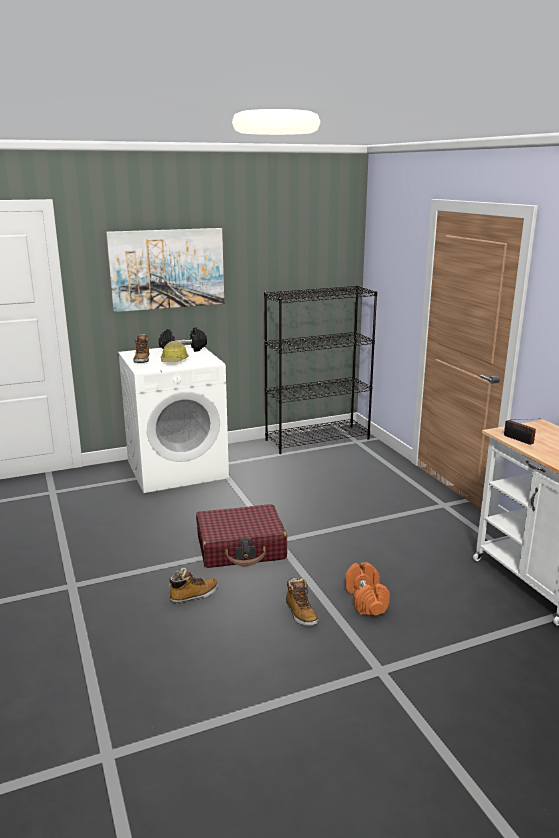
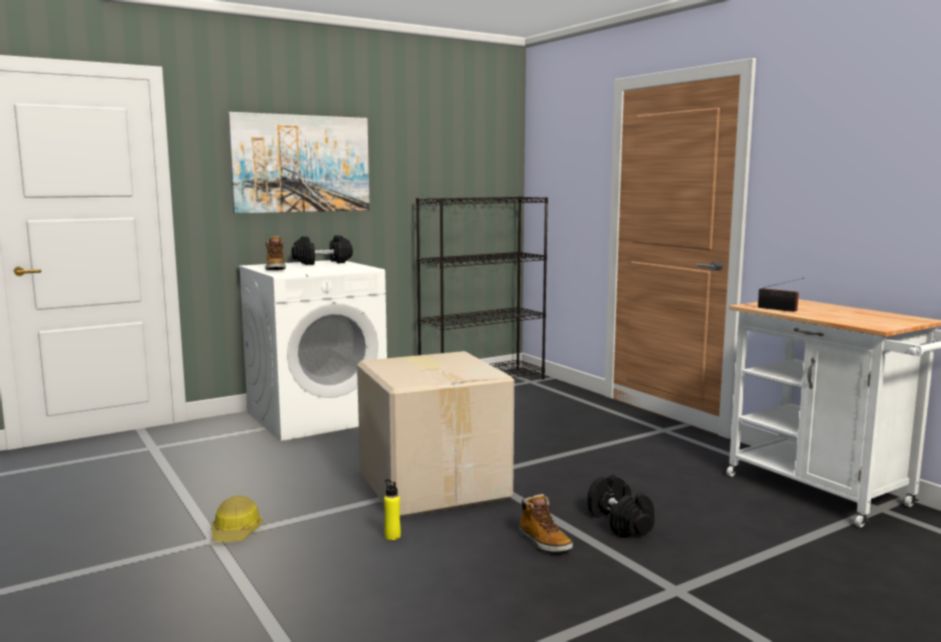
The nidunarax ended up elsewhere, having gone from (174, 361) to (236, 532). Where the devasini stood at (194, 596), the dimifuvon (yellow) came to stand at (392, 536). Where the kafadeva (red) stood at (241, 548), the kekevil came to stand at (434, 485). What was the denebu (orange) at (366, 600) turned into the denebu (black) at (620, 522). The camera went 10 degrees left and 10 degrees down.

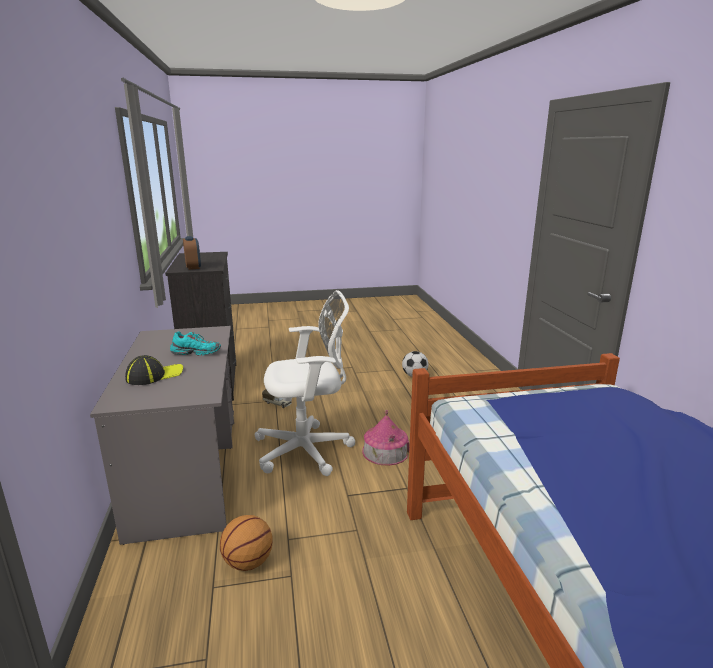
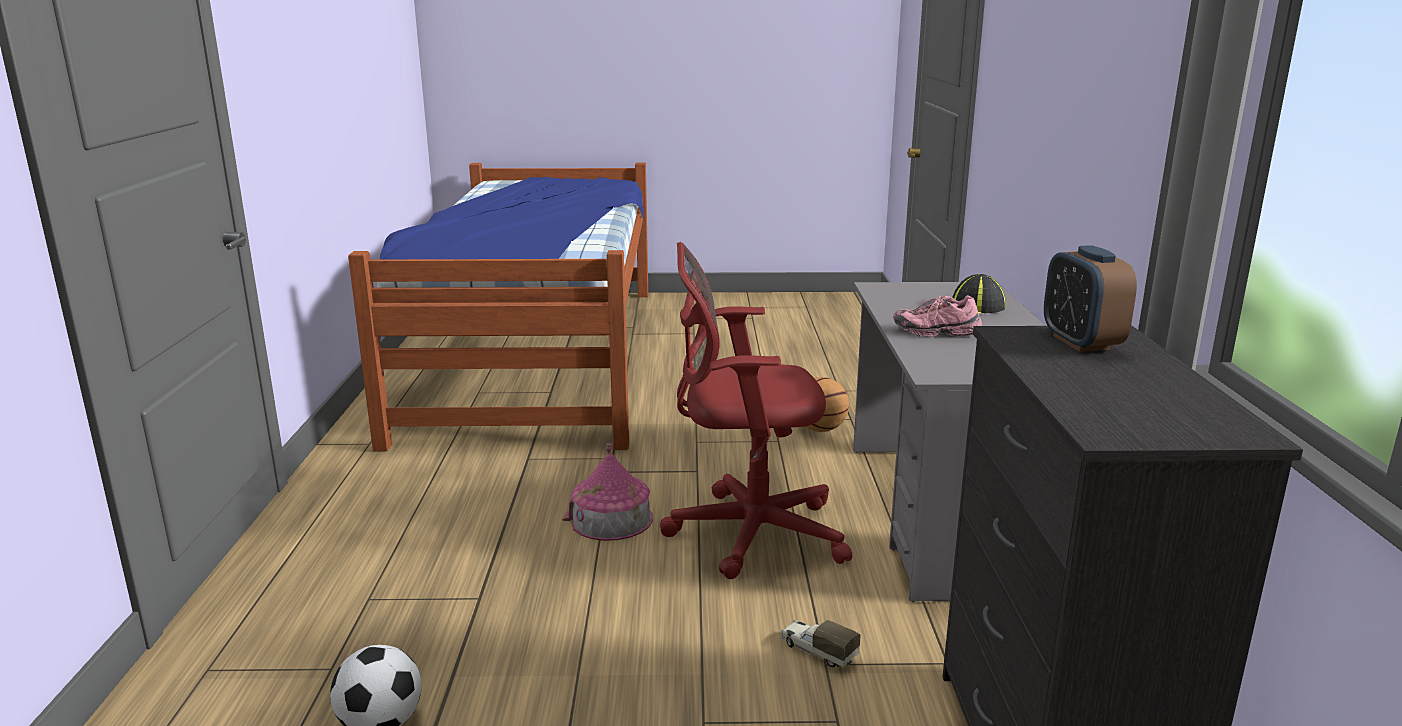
What was the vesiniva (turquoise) at (196, 353) turned into the vesiniva (pink) at (936, 332). What was the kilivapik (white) at (308, 450) turned into the kilivapik (red) at (747, 533). The camera went 170 degrees left and 0 degrees up.

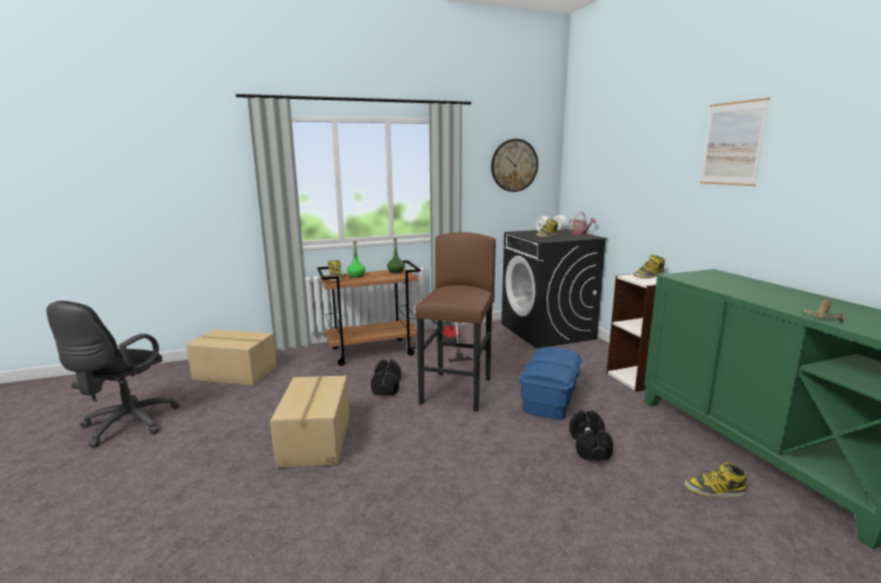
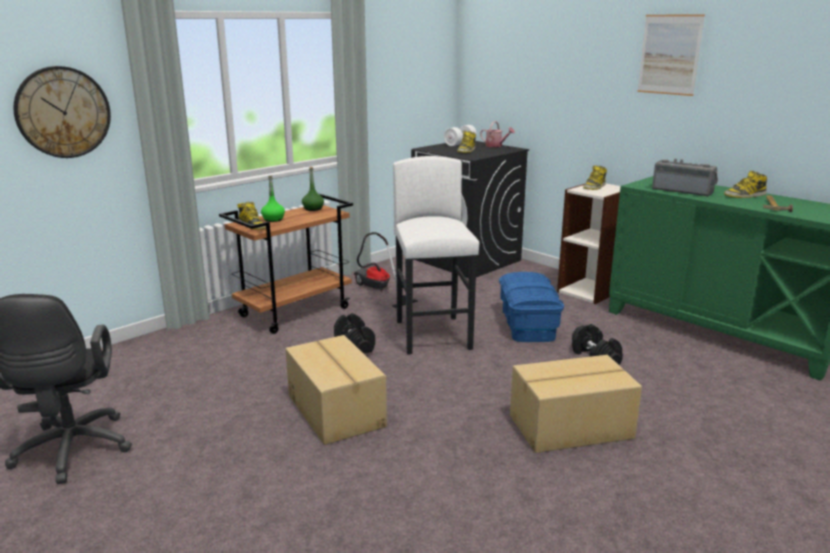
The kekevil ended up elsewhere, having gone from (235, 374) to (571, 427). What was the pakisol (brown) at (457, 391) turned into the pakisol (white) at (433, 335). The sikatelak ended up elsewhere, having gone from (514, 165) to (63, 112). The devasini ended up elsewhere, having gone from (714, 490) to (744, 195). The second view gained the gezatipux at (683, 191). The camera went 25 degrees left and 5 degrees up.

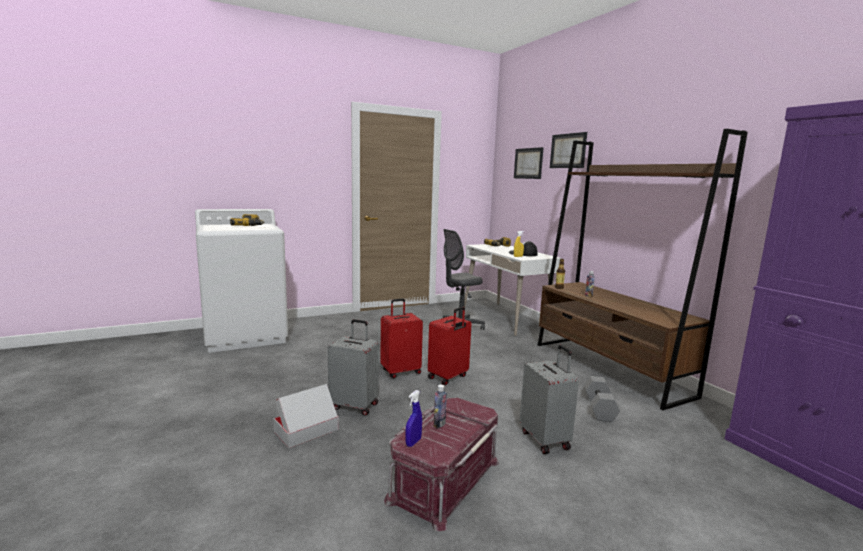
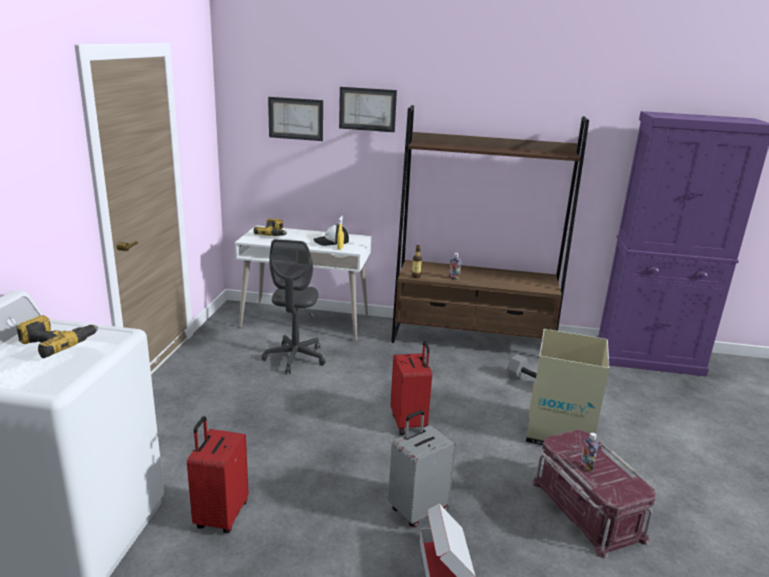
The kafadeva (red) ended up elsewhere, having gone from (400, 371) to (220, 515). The second view lost the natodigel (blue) at (413, 442). Where the kafadeva (grey) stood at (545, 439), the kekevil came to stand at (559, 431). The camera went 55 degrees left and 10 degrees up.

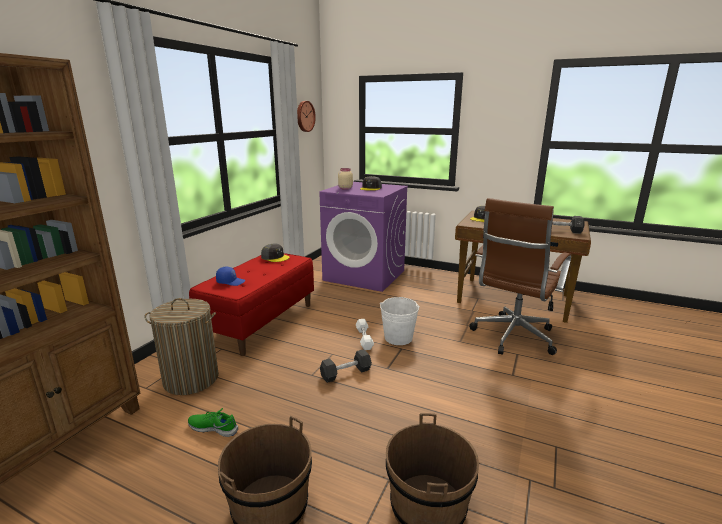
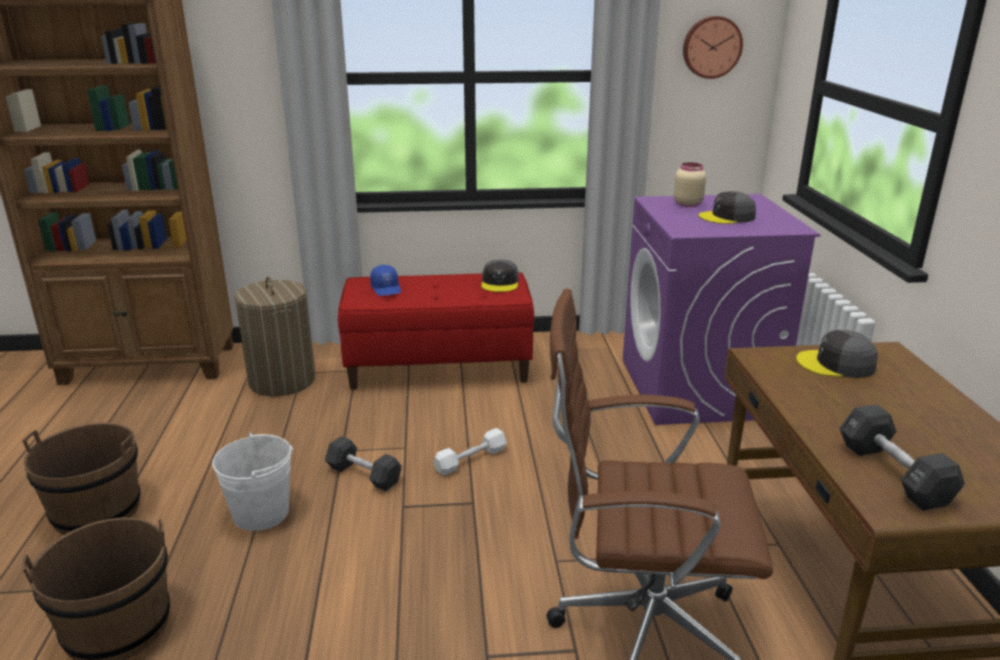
The second view lost the vesiniva (green) at (213, 427). The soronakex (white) ended up elsewhere, having gone from (398, 338) to (261, 513). The camera went 60 degrees right and 5 degrees up.

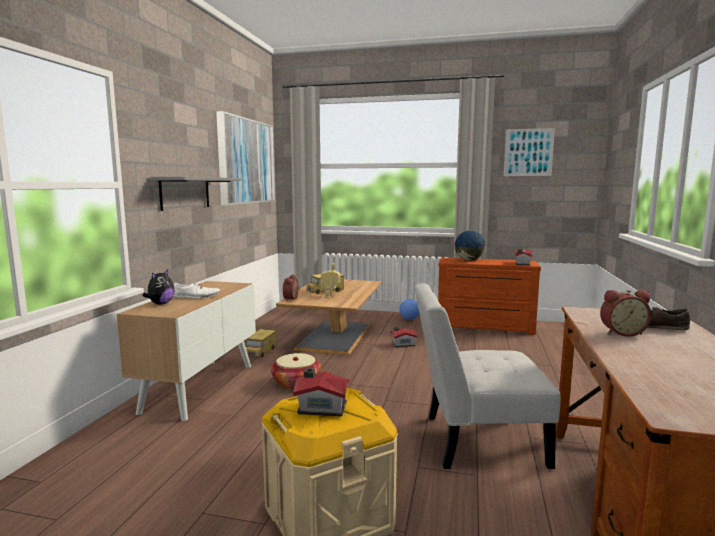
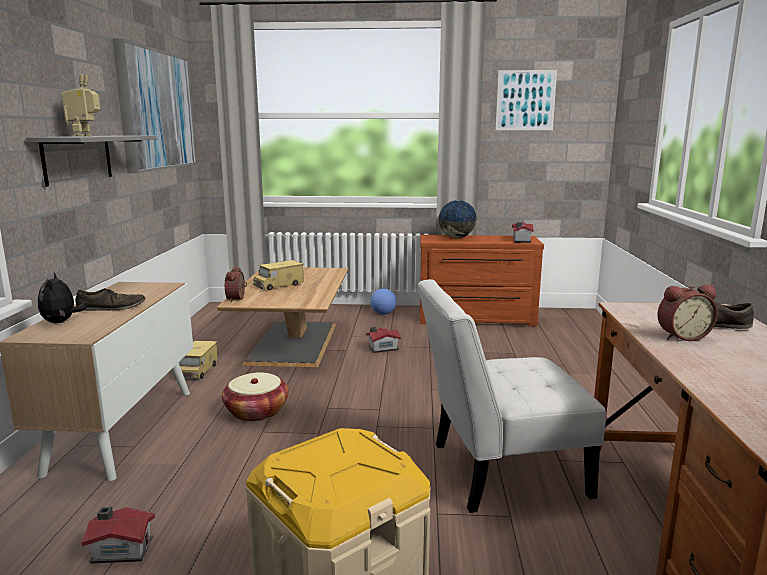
The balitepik at (160, 304) ended up facing another way, 150 degrees clockwise from before. What was the vesiniva (white) at (196, 296) turned into the vesiniva (brown) at (112, 307). The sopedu ended up elsewhere, having gone from (321, 407) to (121, 549). The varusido ended up elsewhere, having gone from (330, 296) to (85, 136). The camera went 10 degrees left and 5 degrees up.

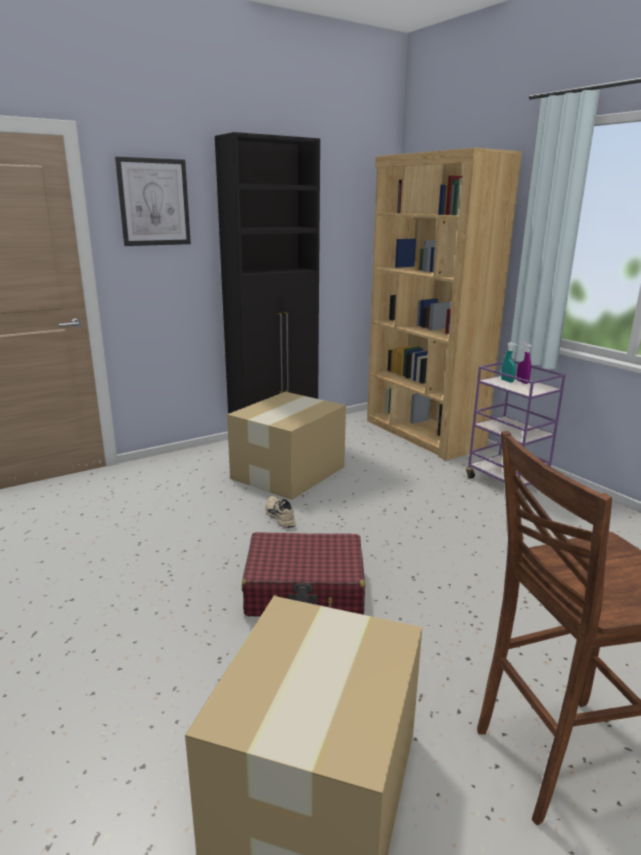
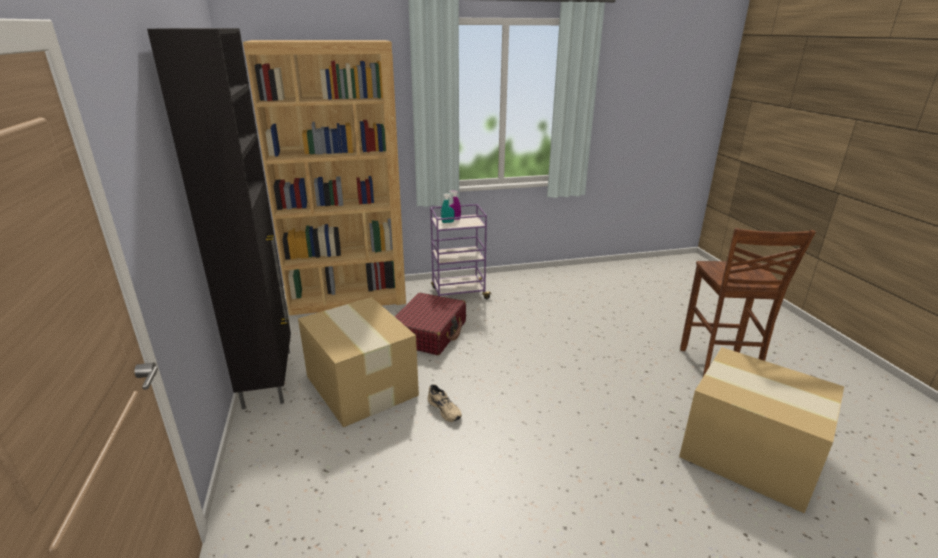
The second view lost the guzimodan at (154, 202). The kafadeva (red) ended up elsewhere, having gone from (305, 591) to (429, 333). The vesiniva (beige) at (279, 516) ended up facing another way, 120 degrees counterclockwise from before. The camera went 70 degrees left and 5 degrees up.

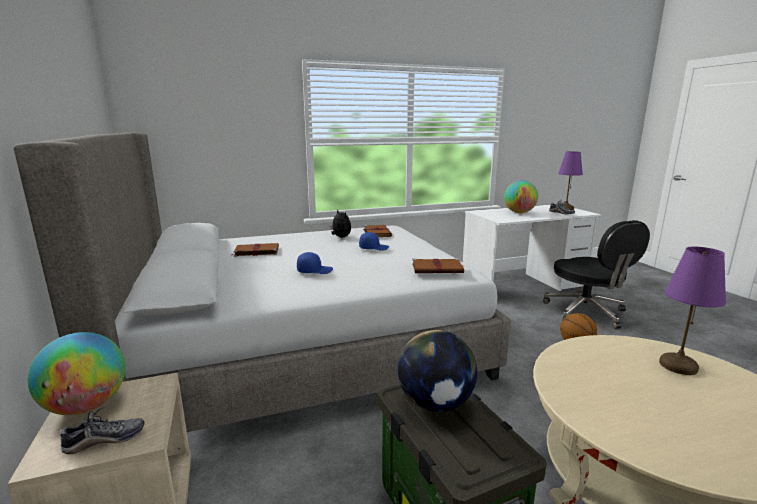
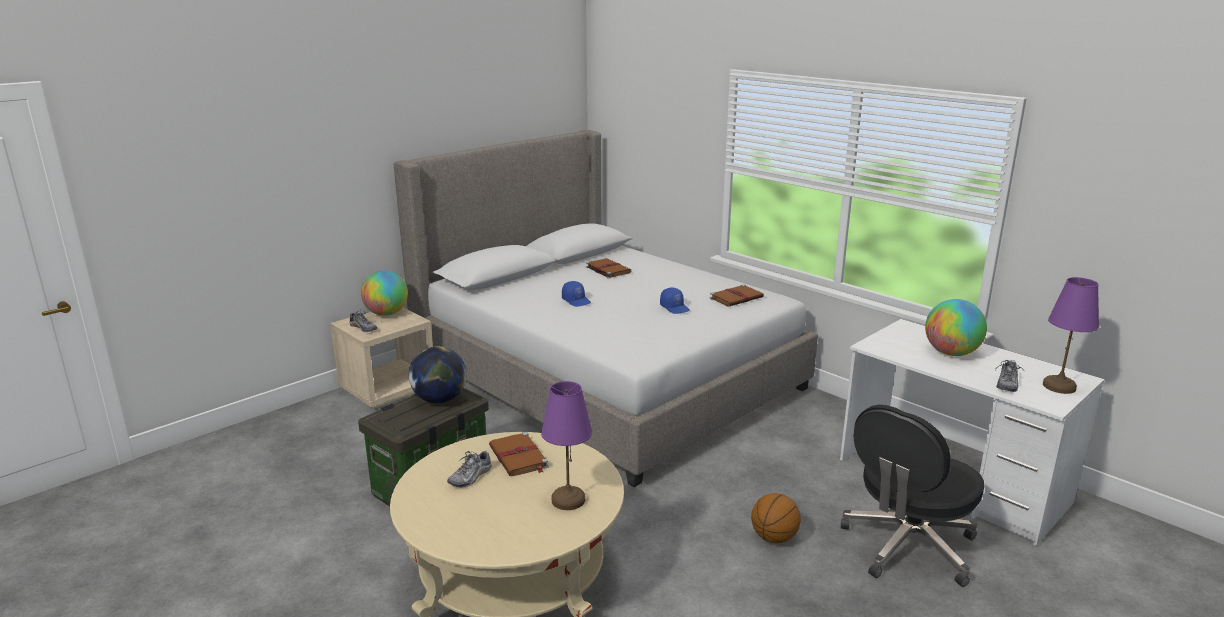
The second view lost the balitepik at (340, 237). The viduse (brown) ended up elsewhere, having gone from (438, 268) to (519, 457). The second view gained the vesiniva at (470, 477). The camera went 65 degrees right and 5 degrees up.

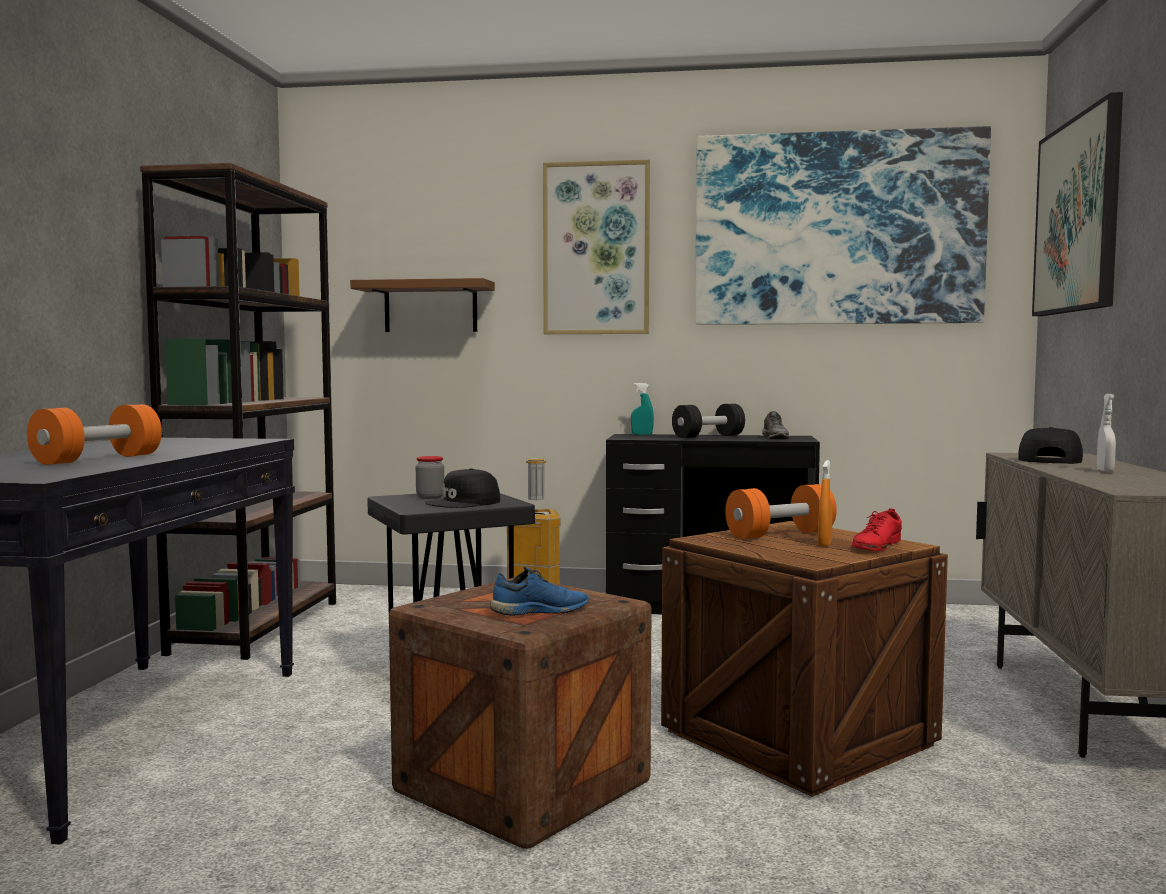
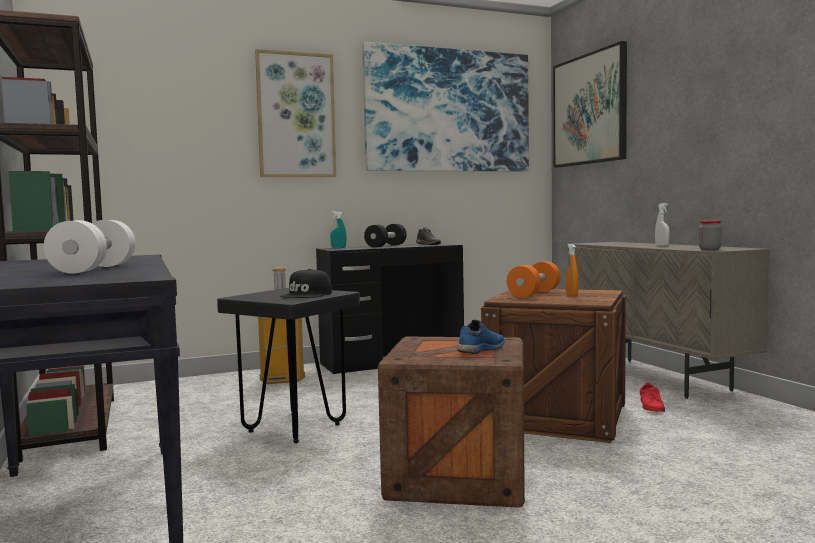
What was the denebu (orange) at (98, 459) turned into the denebu (white) at (94, 269). The second view lost the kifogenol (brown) at (430, 307). The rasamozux ended up elsewhere, having gone from (430, 497) to (709, 249). The vesiniva (red) ended up elsewhere, having gone from (876, 546) to (651, 406). The second view lost the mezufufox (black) at (1048, 460). The camera went 30 degrees left and 0 degrees up.

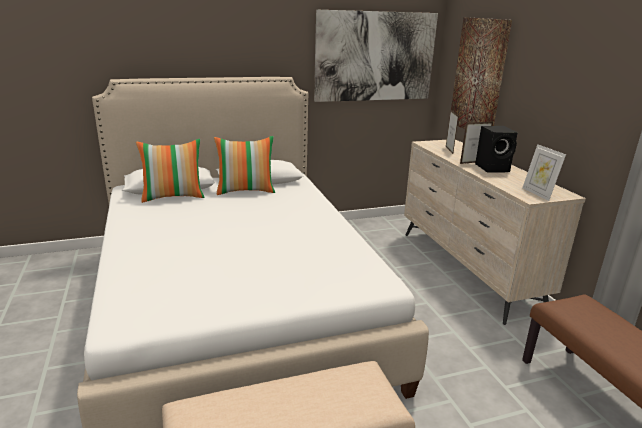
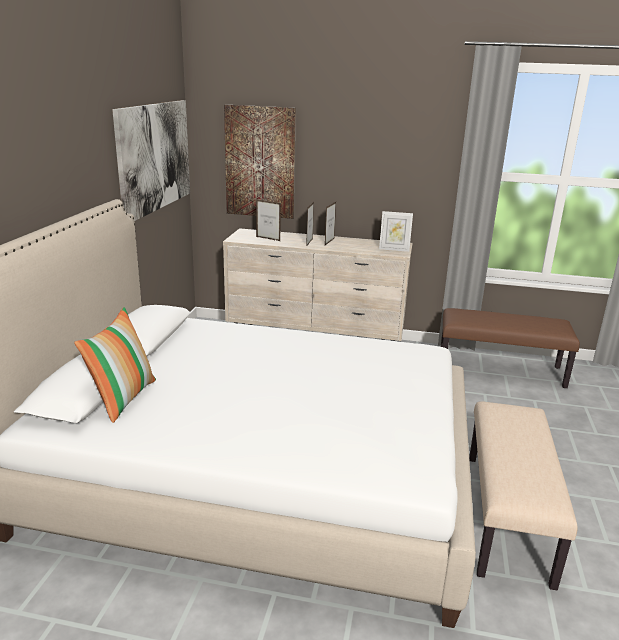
The second view lost the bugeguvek at (246, 190). Where the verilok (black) stood at (493, 168), the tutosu came to stand at (329, 242). The camera went 60 degrees left and 0 degrees up.

